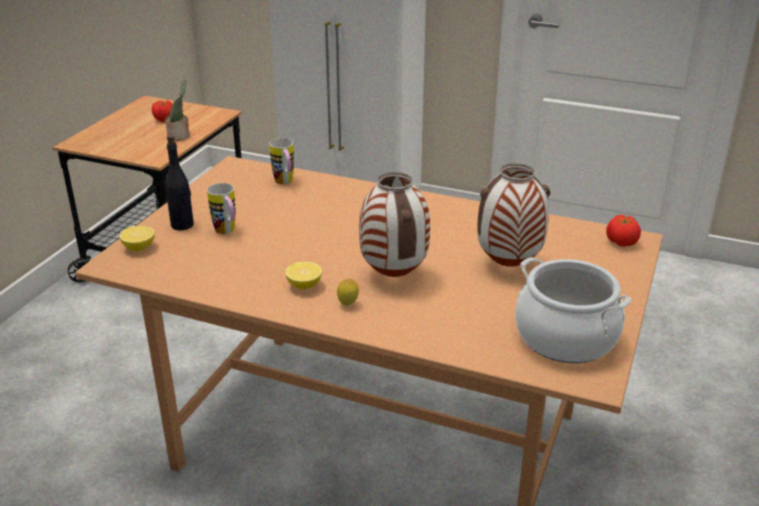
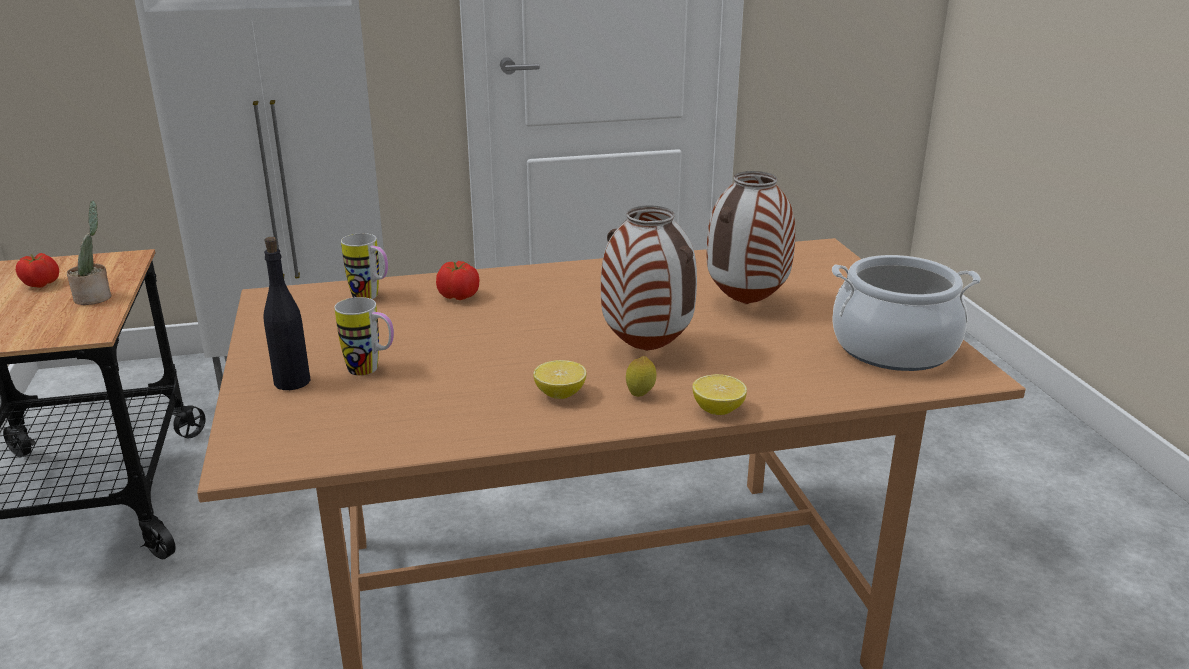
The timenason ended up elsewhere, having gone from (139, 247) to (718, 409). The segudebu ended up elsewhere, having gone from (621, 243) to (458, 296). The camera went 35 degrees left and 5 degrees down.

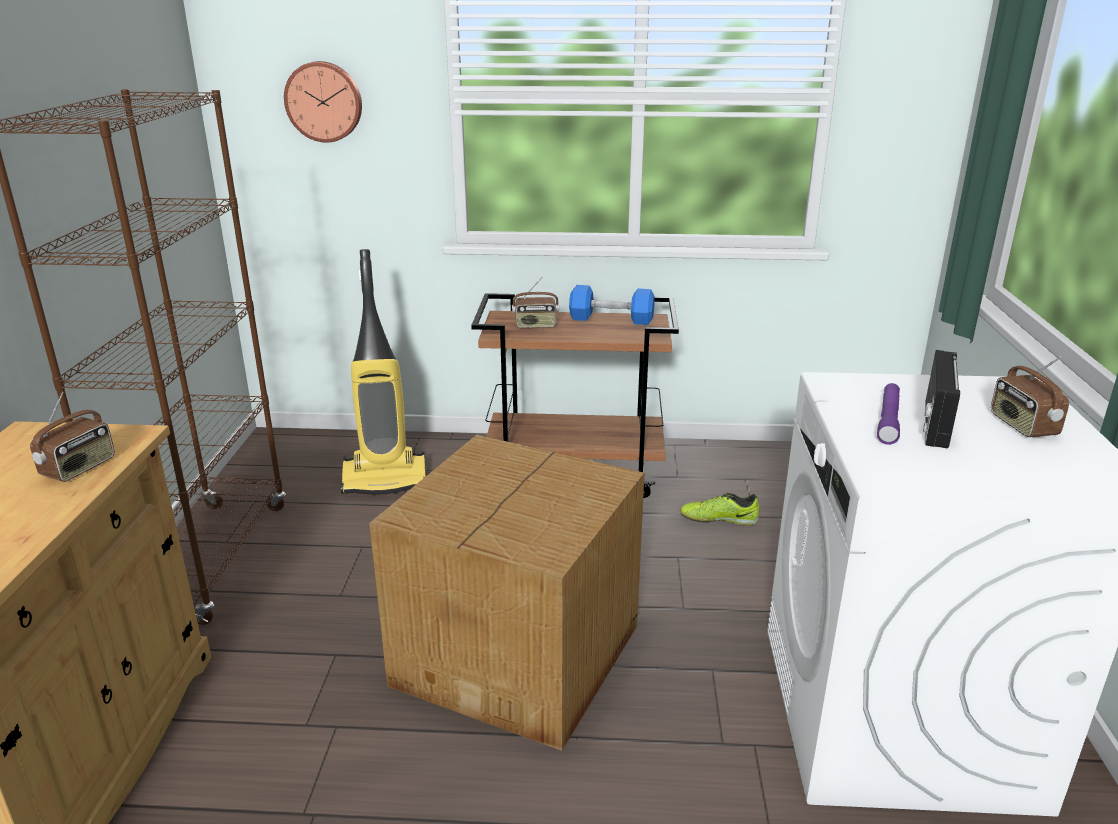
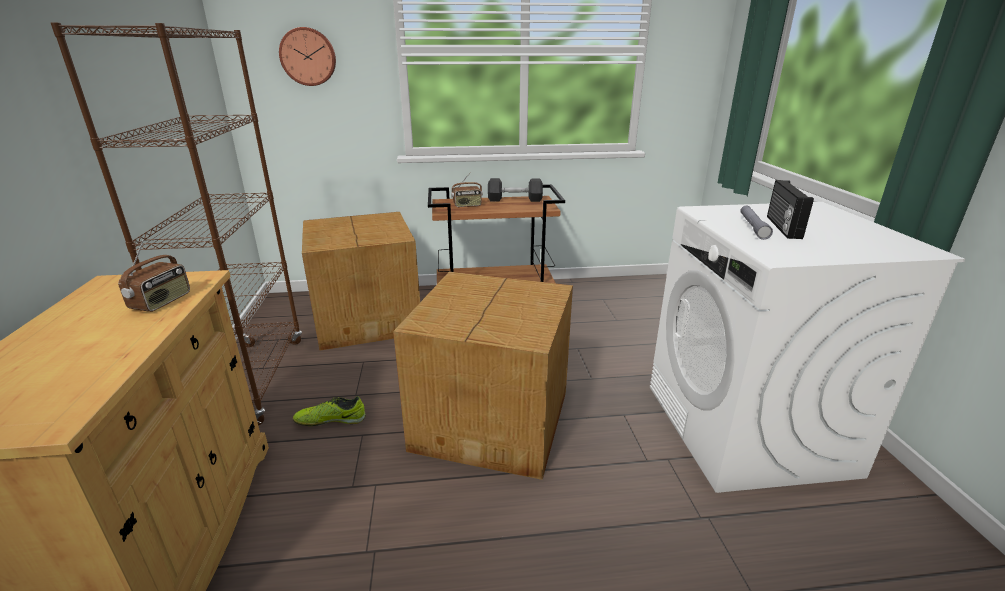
Where the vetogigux stood at (386, 479), the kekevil came to stand at (369, 318). What was the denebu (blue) at (611, 319) turned into the denebu (grey) at (515, 200). The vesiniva ended up elsewhere, having gone from (718, 519) to (331, 420). What was the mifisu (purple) at (888, 420) turned into the mifisu (grey) at (753, 227). The second view lost the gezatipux at (1022, 426). The camera went 10 degrees left and 0 degrees up.

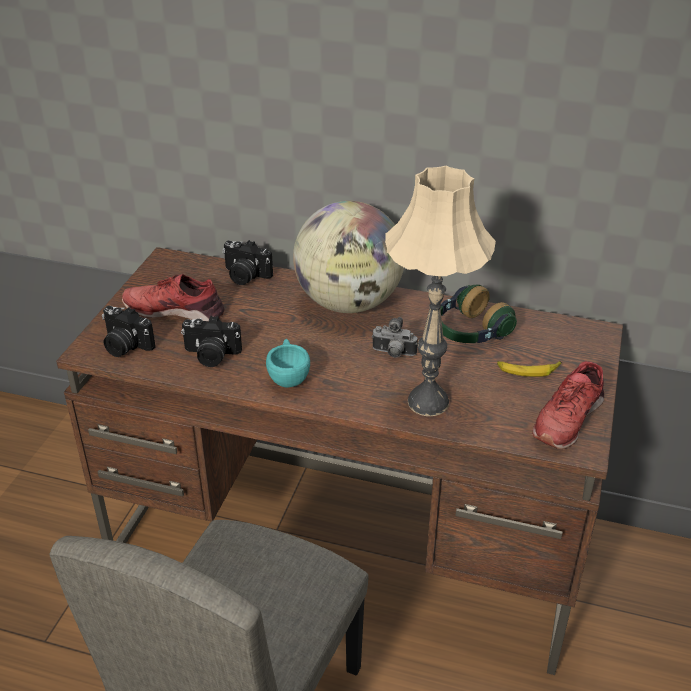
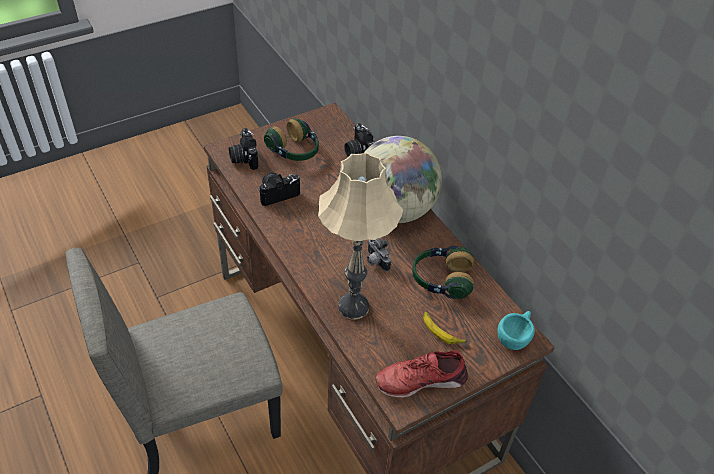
Where the vesiniva (red) stood at (175, 309), the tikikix came to stand at (294, 151). The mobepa at (211, 355) ended up facing another way, 105 degrees clockwise from before. The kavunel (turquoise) ended up elsewhere, having gone from (288, 376) to (514, 337). The camera went 40 degrees right and 10 degrees up.

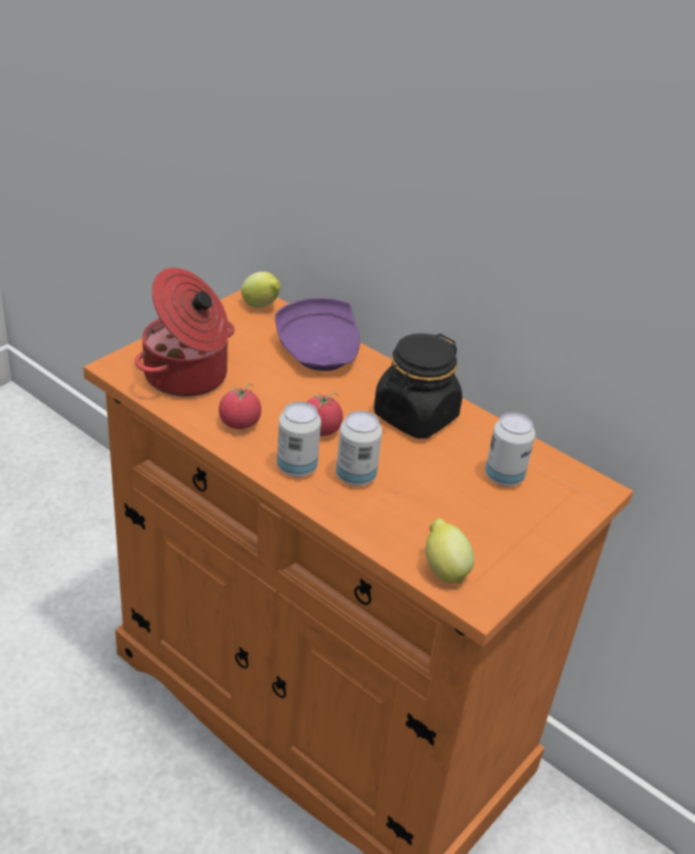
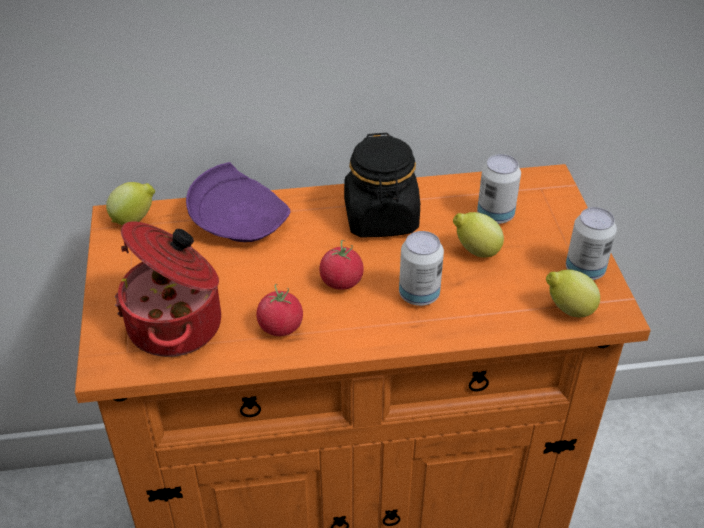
The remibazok ended up elsewhere, having gone from (296, 467) to (584, 270). The second view gained the timenason at (475, 251). The camera went 45 degrees left and 5 degrees up.

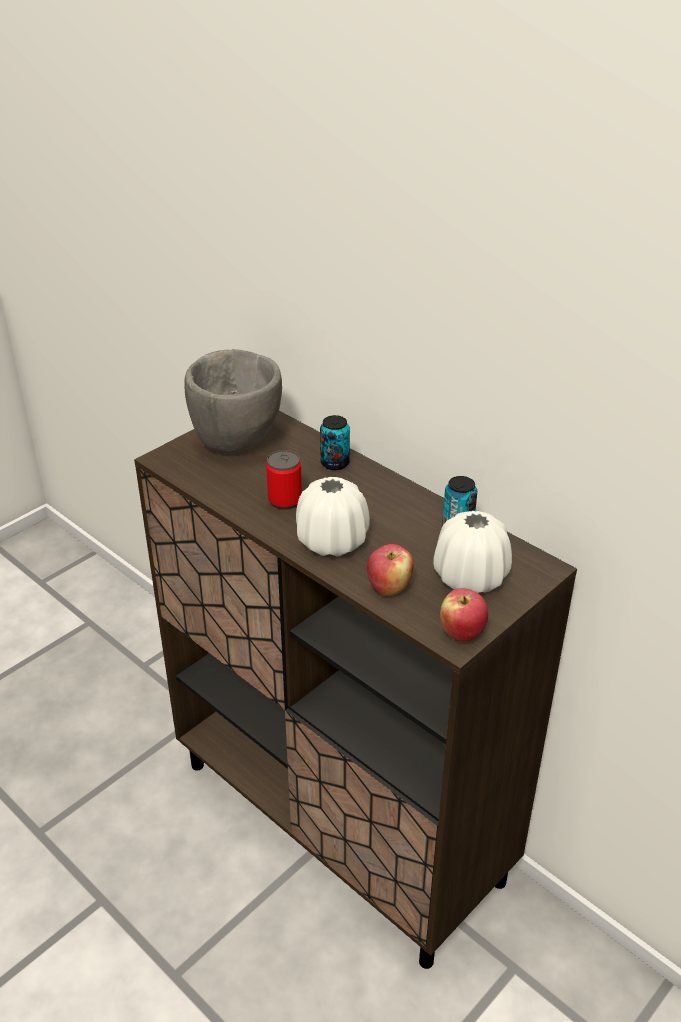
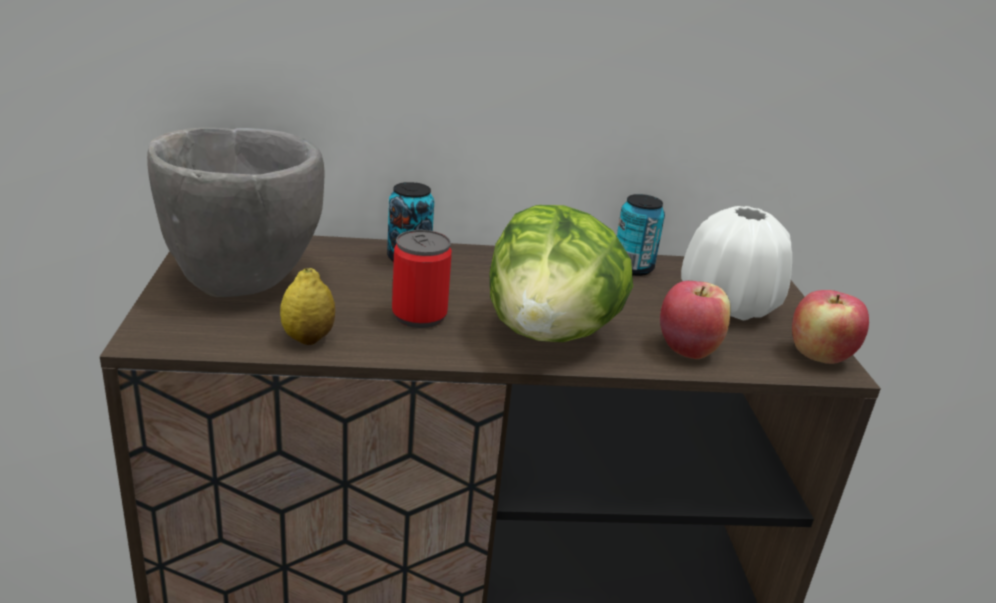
Where the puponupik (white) stood at (332, 542), the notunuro came to stand at (551, 333). The second view gained the timenason at (308, 338). The camera went 50 degrees left and 10 degrees down.

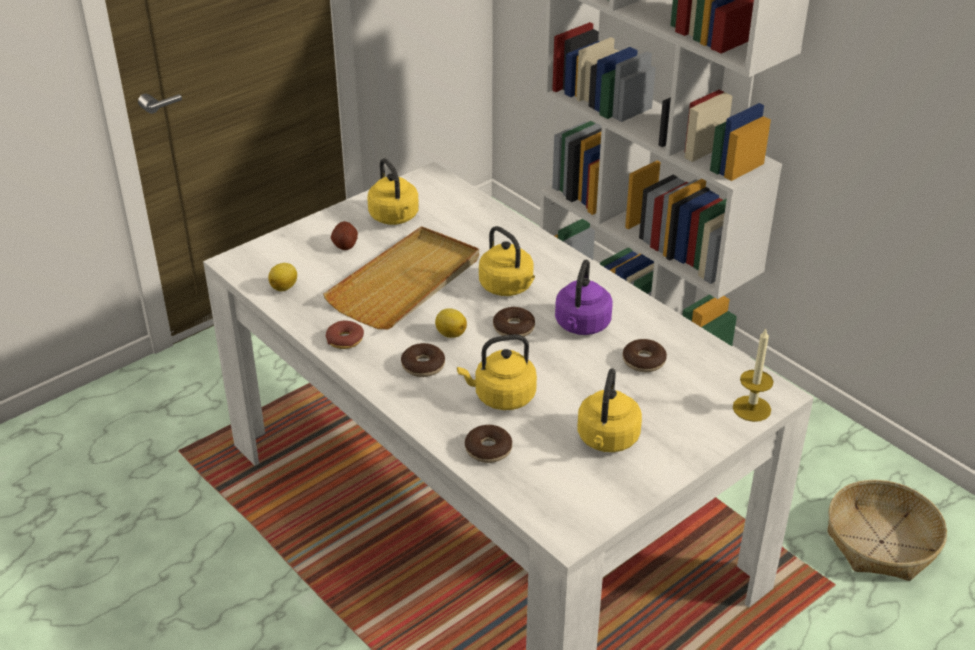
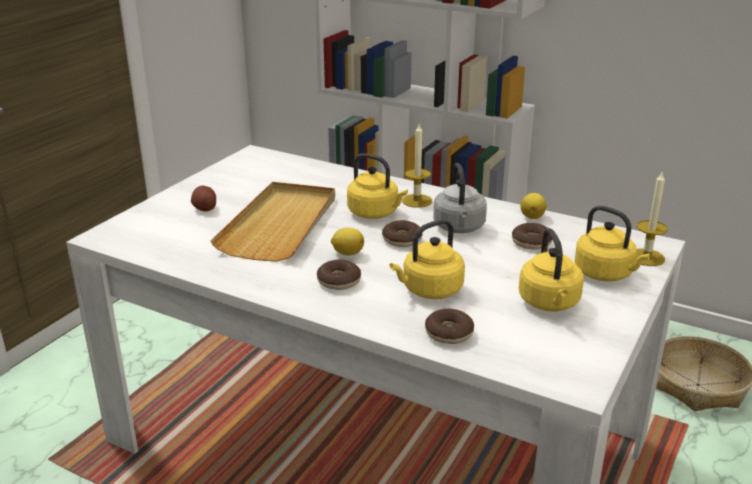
The timenason ended up elsewhere, having gone from (285, 287) to (532, 216). The second view lost the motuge at (345, 340). The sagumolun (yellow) ended up elsewhere, having gone from (395, 218) to (606, 274). What was the sagumolun (purple) at (581, 326) turned into the sagumolun (grey) at (459, 228). The second view gained the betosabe at (417, 201). The camera went 20 degrees left and 10 degrees down.

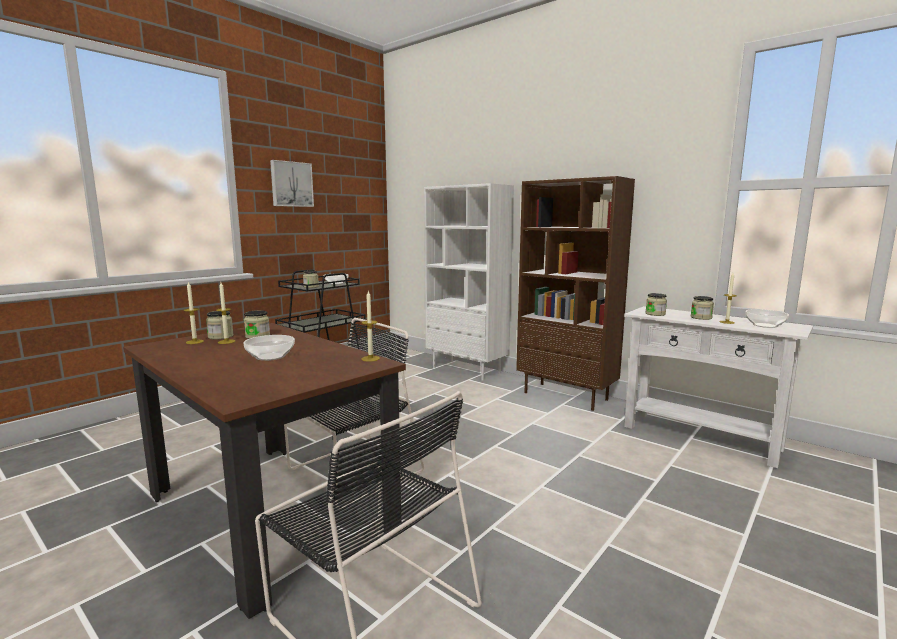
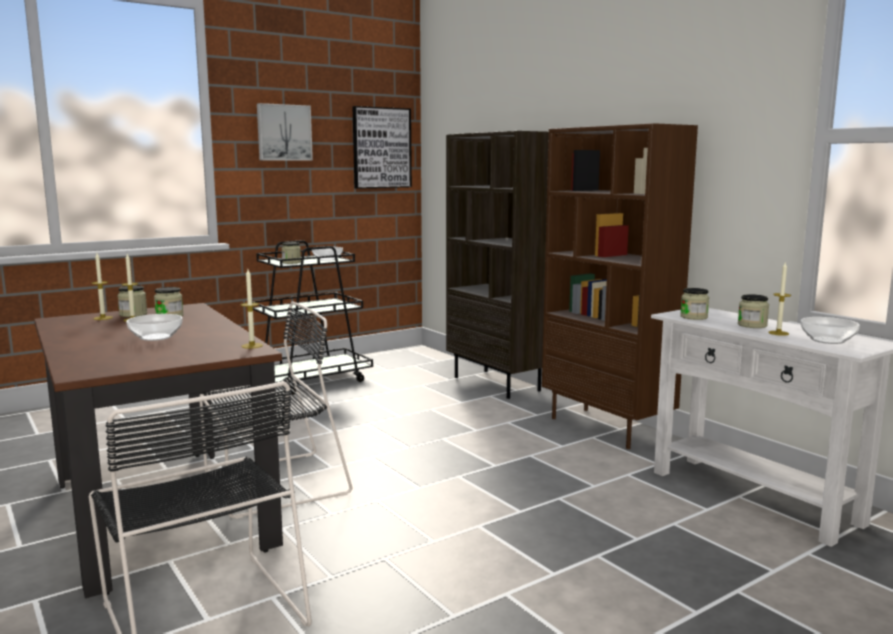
What was the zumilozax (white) at (467, 370) turned into the zumilozax (brown) at (498, 384). The second view gained the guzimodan at (381, 148). The camera went 15 degrees right and 0 degrees up.

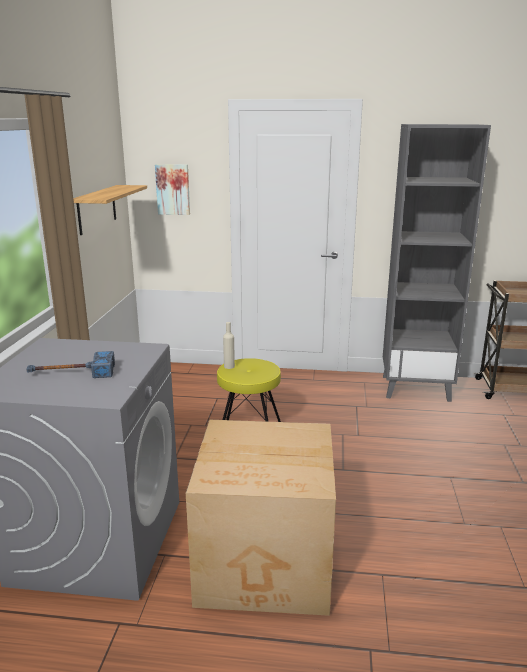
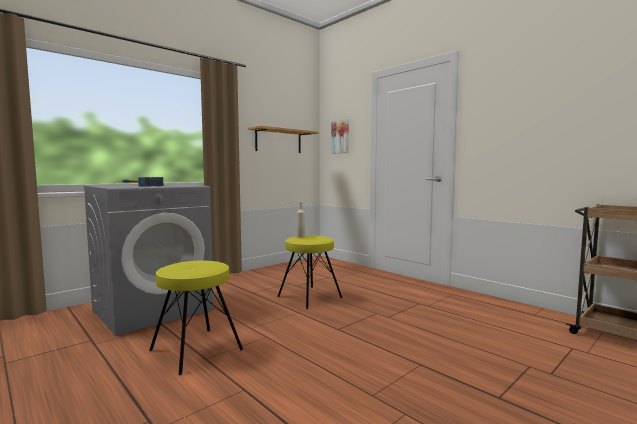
Where the kekevil stood at (267, 563), the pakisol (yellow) came to stand at (196, 350). The second view lost the zumilozax (grey) at (416, 388). The camera went 40 degrees right and 15 degrees down.

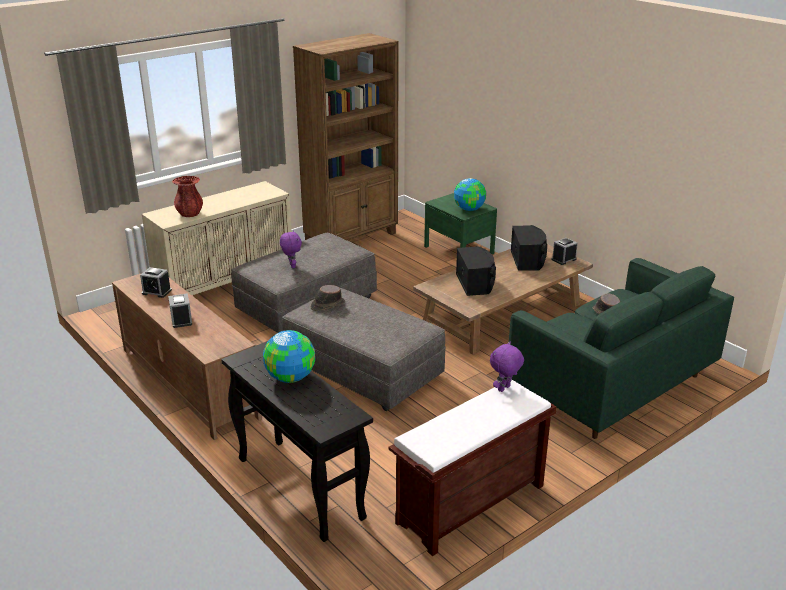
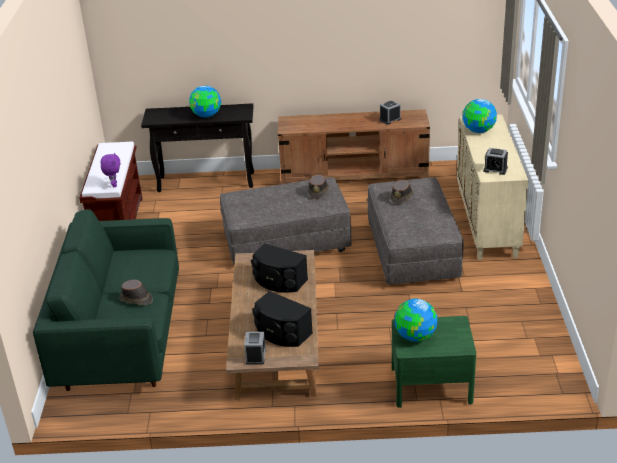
The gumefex ended up elsewhere, having gone from (181, 320) to (495, 169). Where the puponupik (red) stood at (190, 214), the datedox came to stand at (478, 130). Where the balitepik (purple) stood at (291, 266), the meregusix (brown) came to stand at (402, 197). The second view lost the zumilozax (brown) at (352, 237). The camera went 130 degrees right and 5 degrees up.

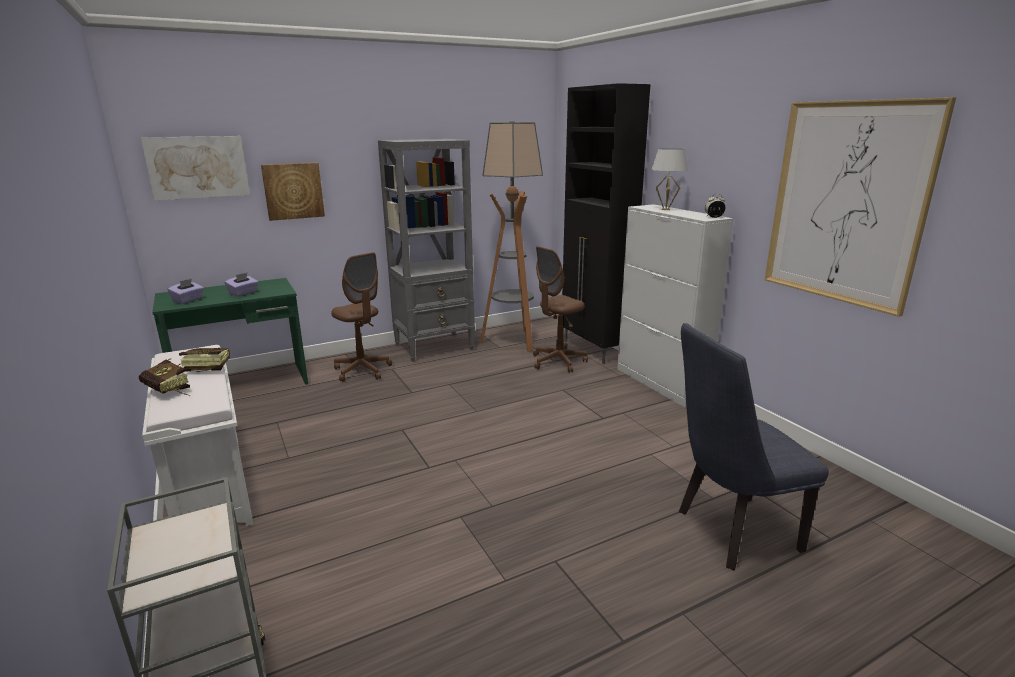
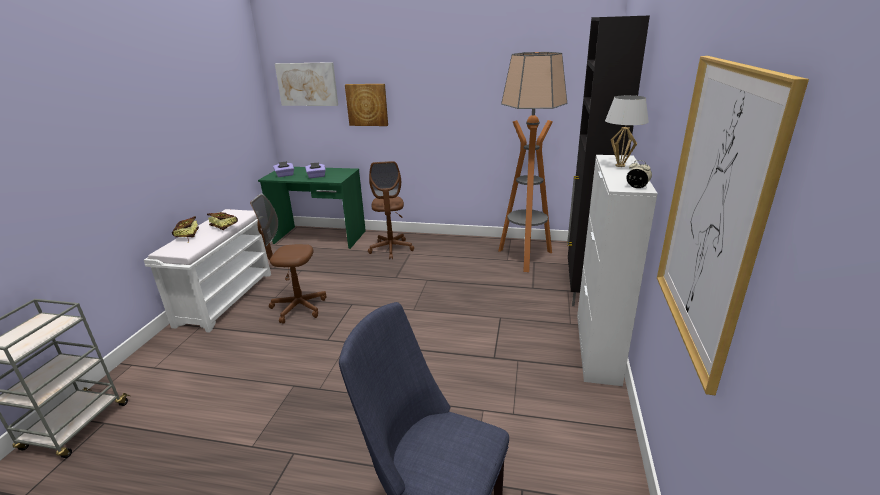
The second view lost the zumilozax (grey) at (435, 347). The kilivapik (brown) ended up elsewhere, having gone from (558, 362) to (298, 308). The camera went 40 degrees right and 5 degrees up.

